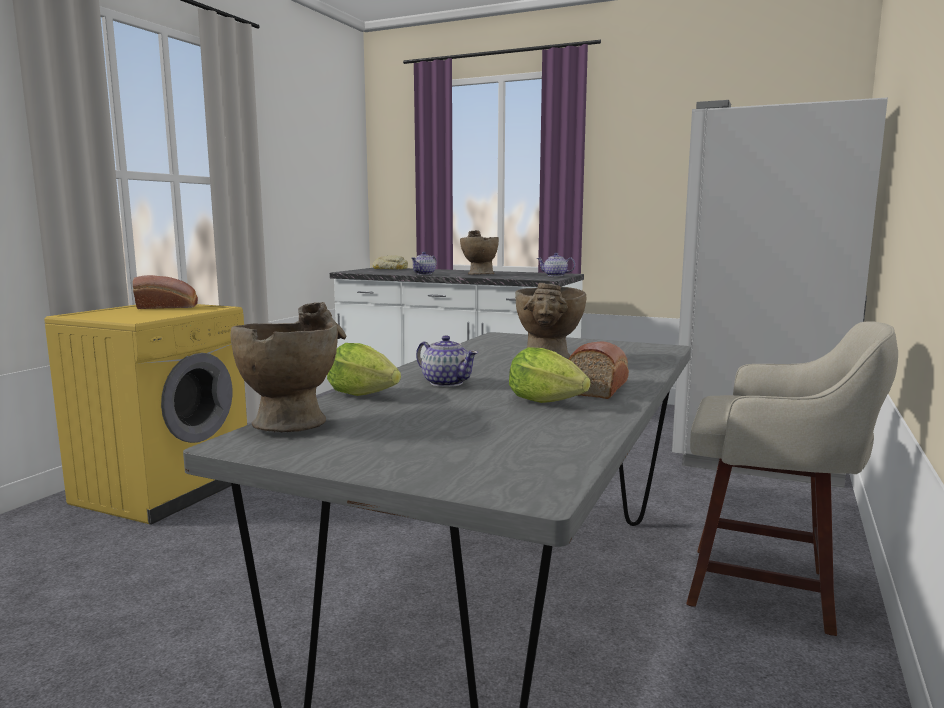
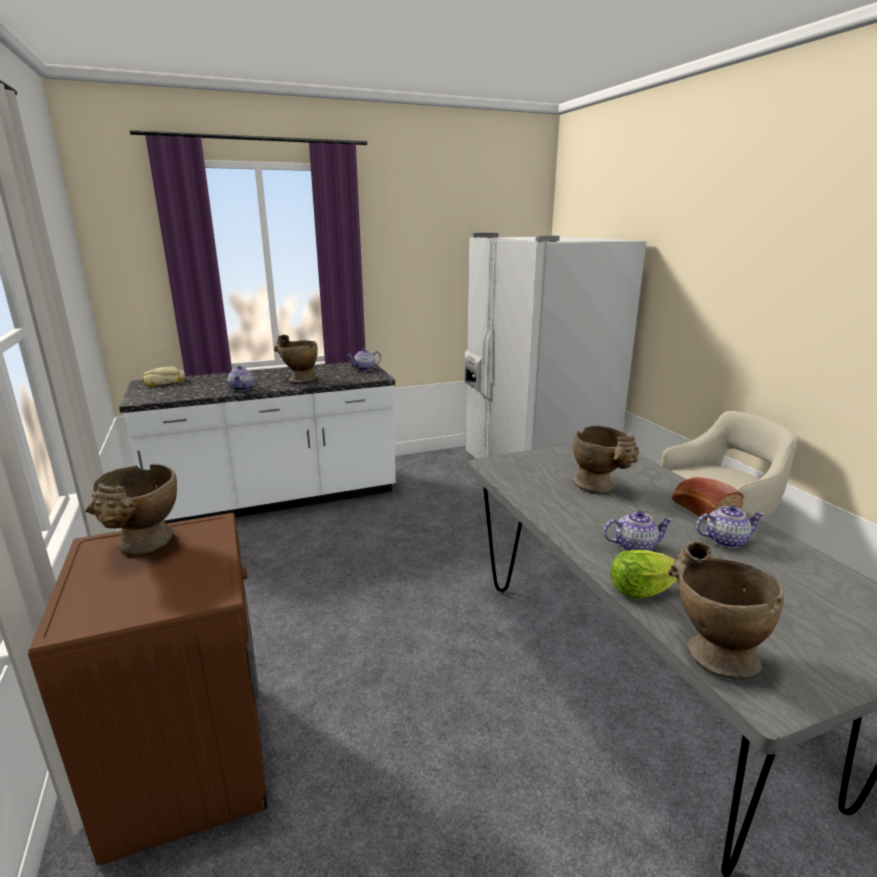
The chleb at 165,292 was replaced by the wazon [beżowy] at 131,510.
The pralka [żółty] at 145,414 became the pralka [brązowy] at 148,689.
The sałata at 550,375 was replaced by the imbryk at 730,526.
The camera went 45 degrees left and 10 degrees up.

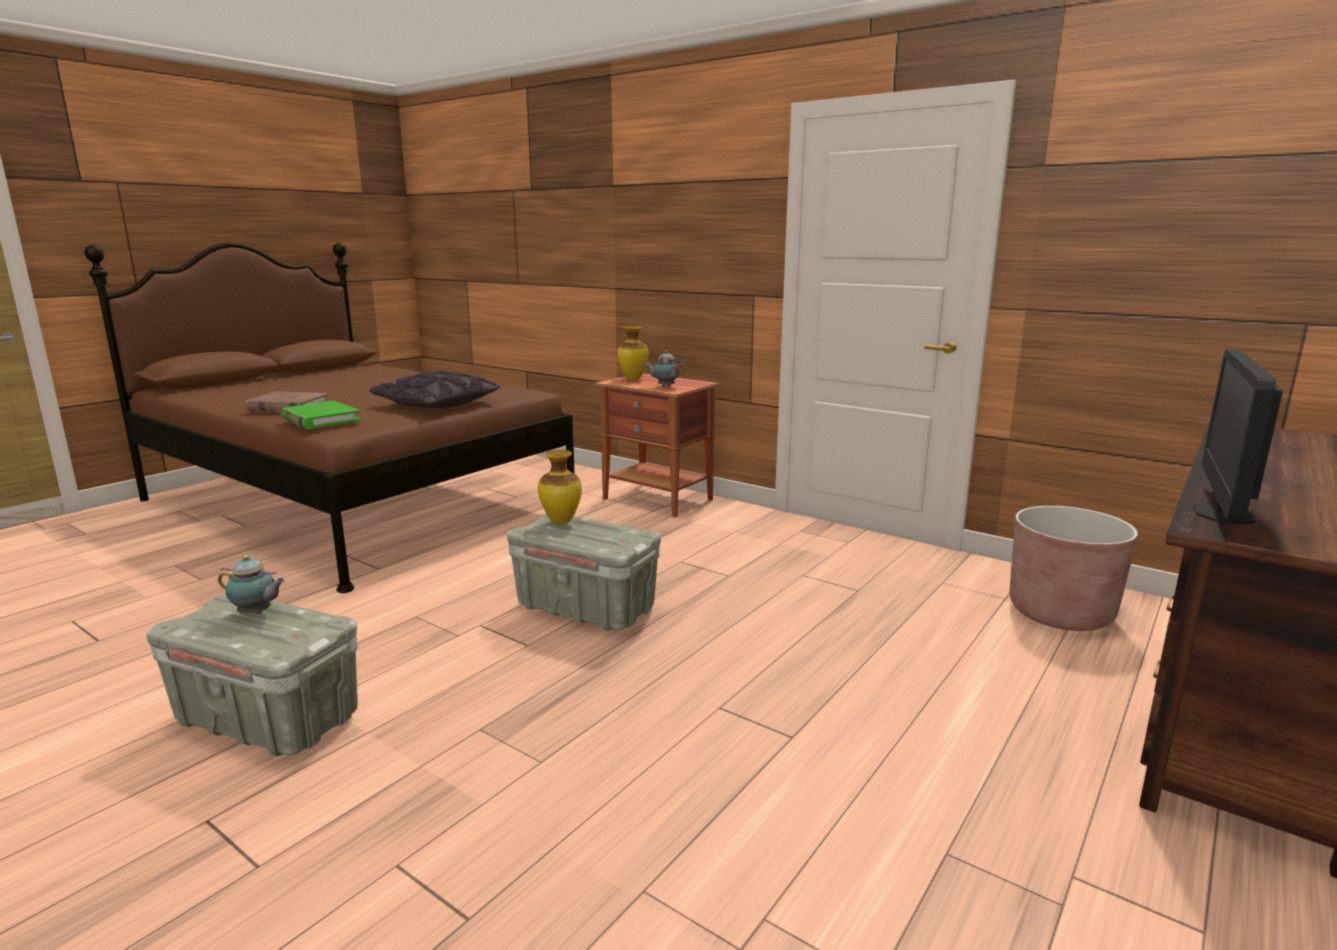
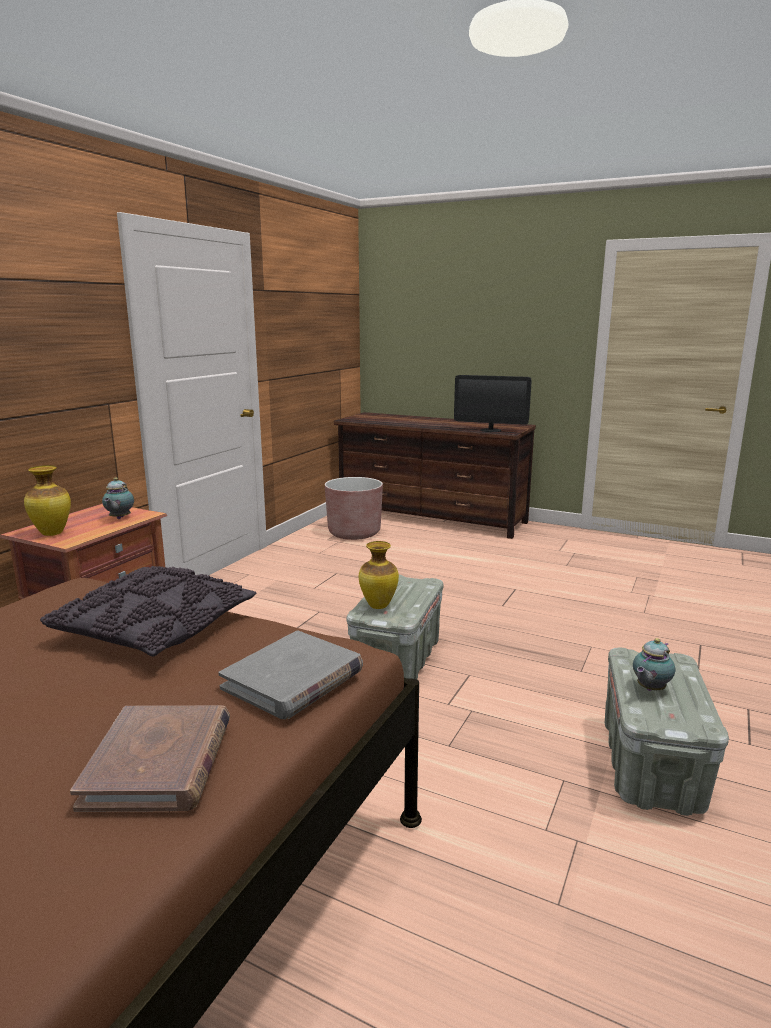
The książka [zielony] at 321,415 became the książka [szary] at 290,674.
The imbryk at 251,584 turned 135 degrees counterclockwise.
The camera went 100 degrees left and 0 degrees up.

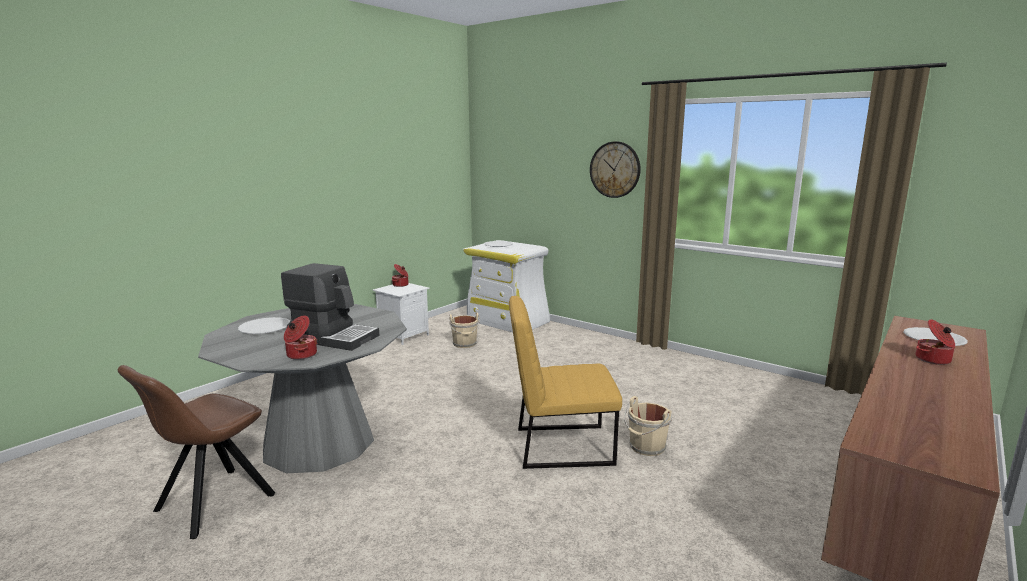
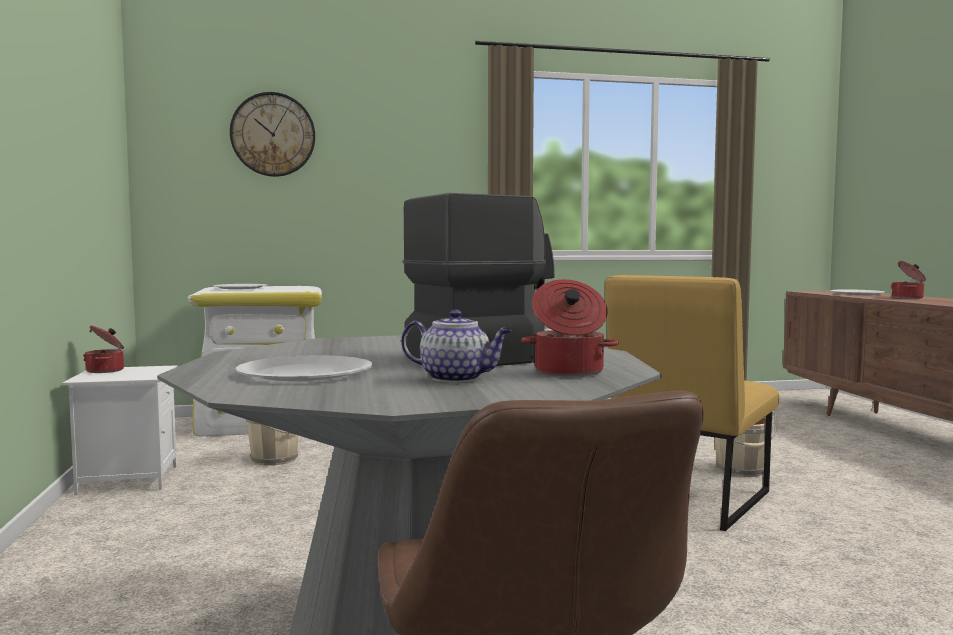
The zegar ścienny moved from 615,169 to 272,134.
The imbryk at 456,346 appeared.
The camera went 50 degrees left and 10 degrees down.

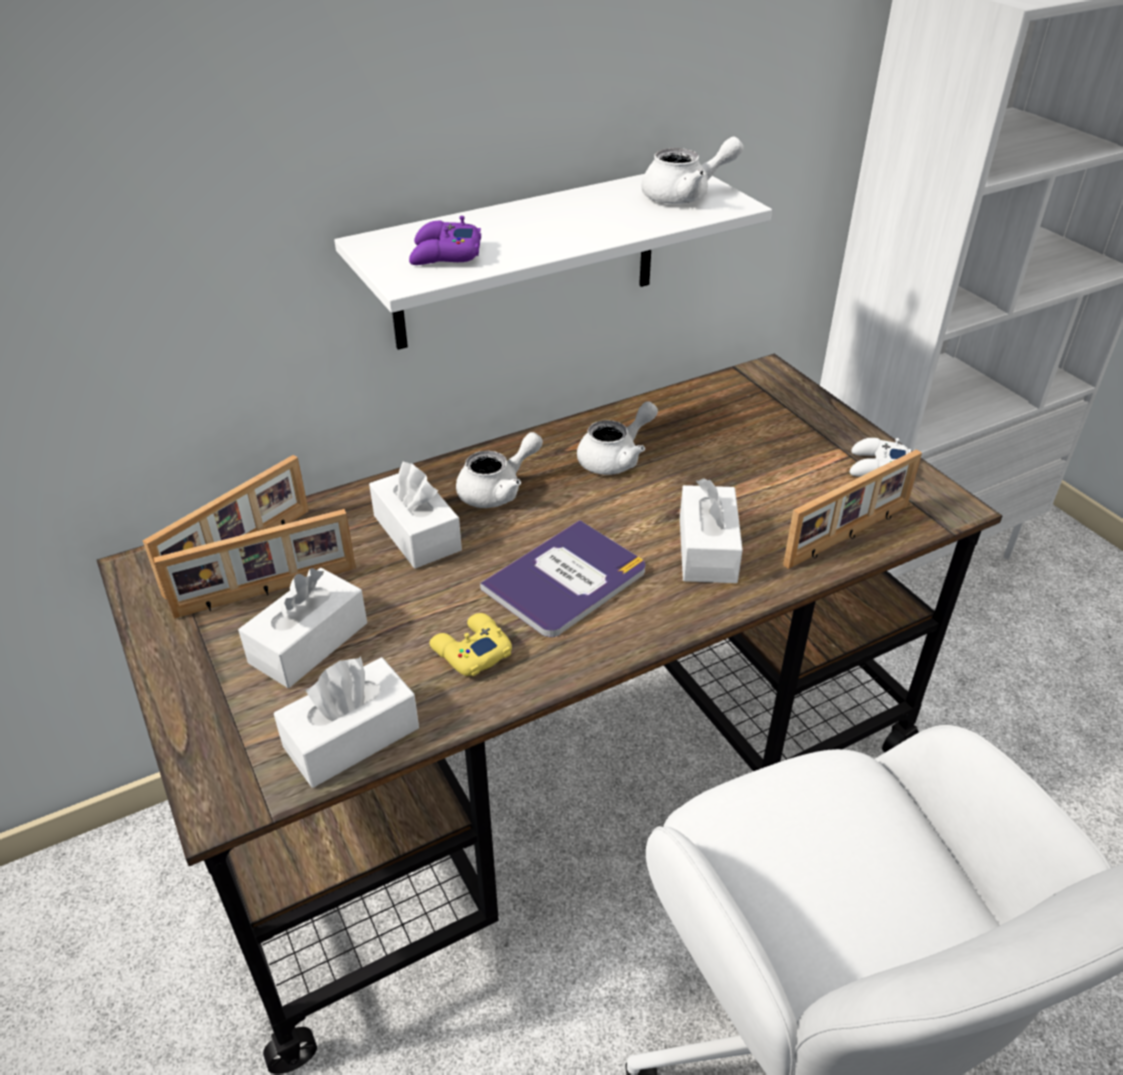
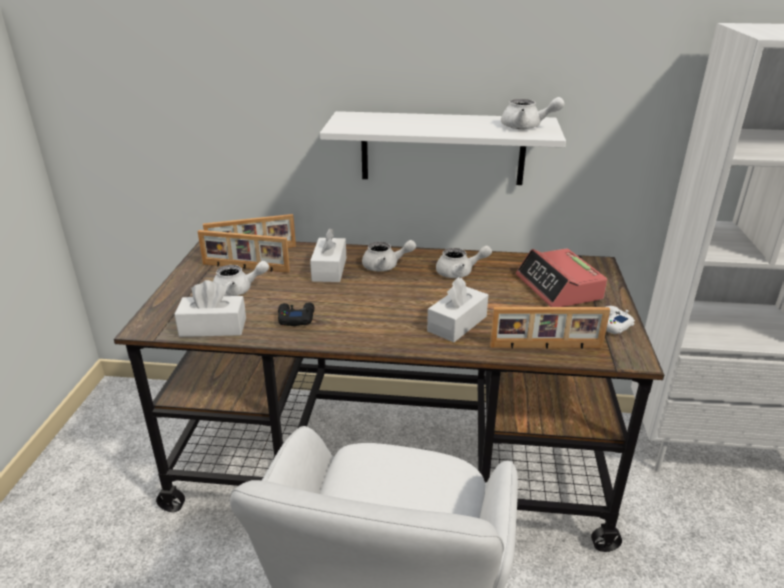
The pad do gier [fioletowy] at 445,240 disappeared.
The książka at 563,578 disappeared.
The pudełko chusteczek [biały] at 302,628 was replaced by the imbryk [biały] at 241,278.
The pad do gier [żółty] at 470,644 became the pad do gier [czarny] at 296,314.
The budzik at 561,277 appeared.
The camera went 35 degrees right and 10 degrees down.

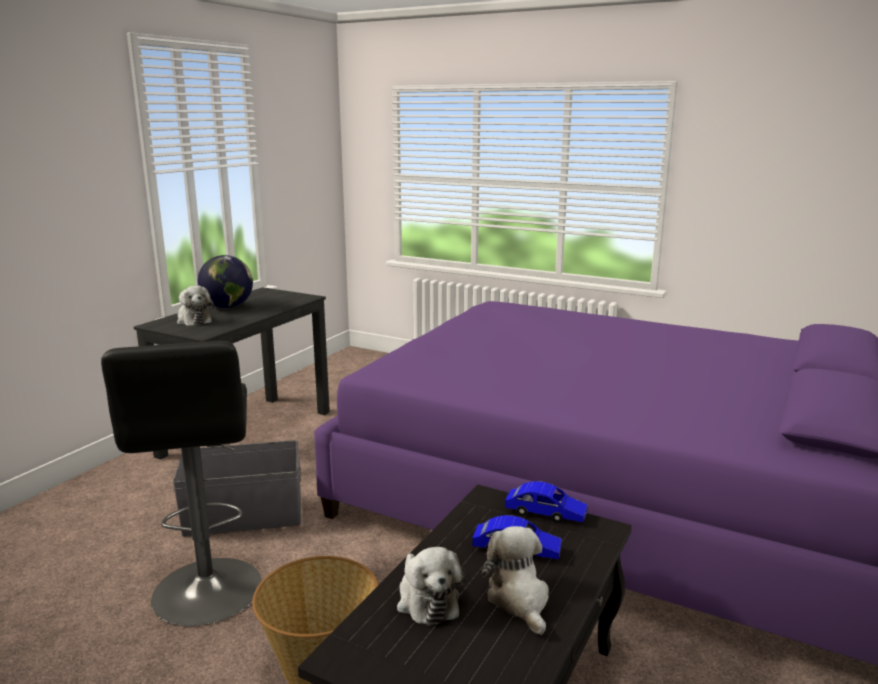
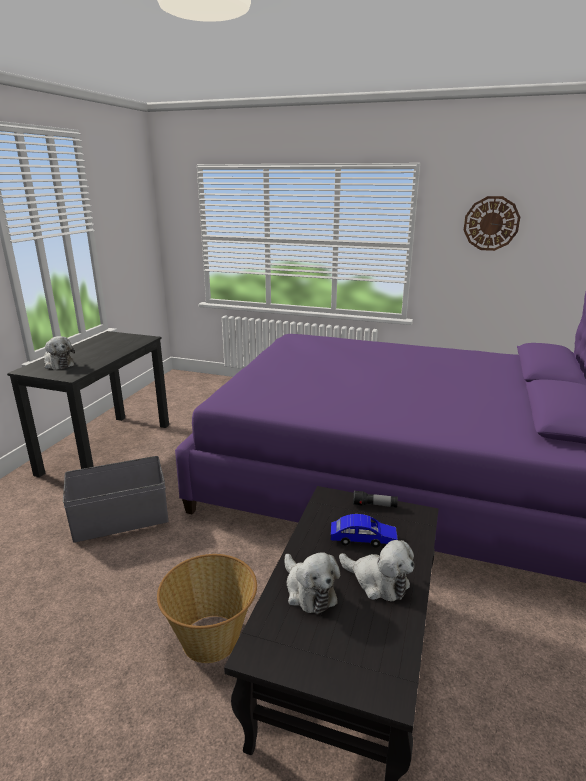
The globus at 225,282 disappeared.
The stołek [czarny] at 181,483 disappeared.
The samochodzik [niebieski] at 546,502 was replaced by the latarka at 375,499.
The pluszak at 515,580 turned 150 degrees clockwise.
The zegar ścienny at 492,223 appeared.
The camera went 10 degrees left and 5 degrees up.

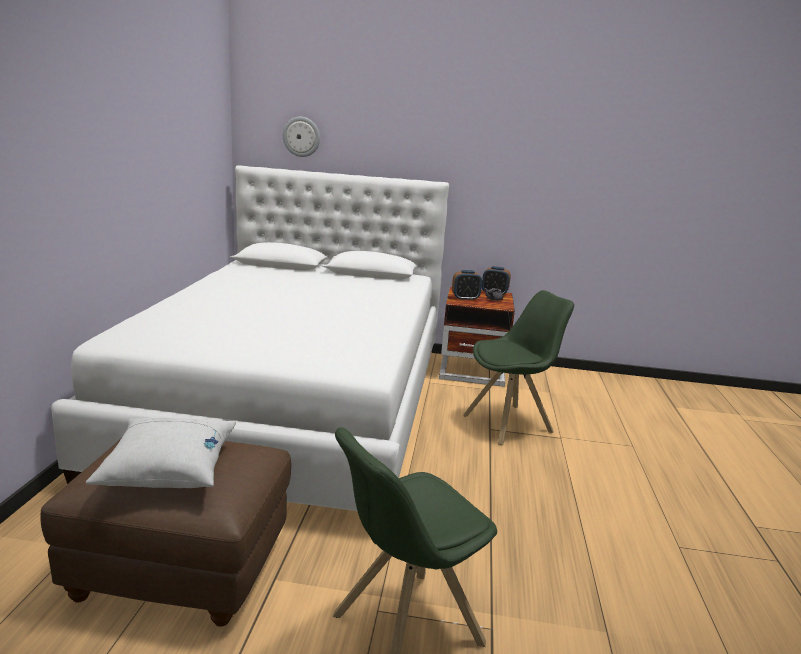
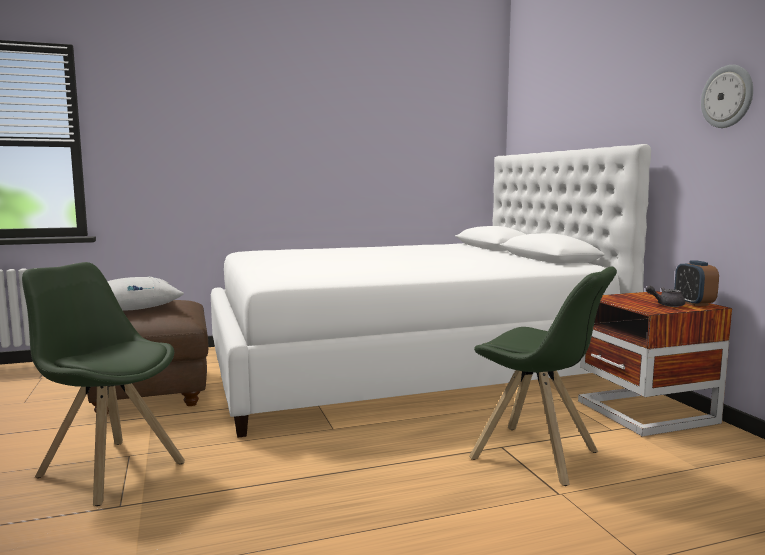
The zegar ścienny moved from 301,137 to 727,96.
The budzik at 467,285 disappeared.
The camera went 65 degrees right and 10 degrees down.

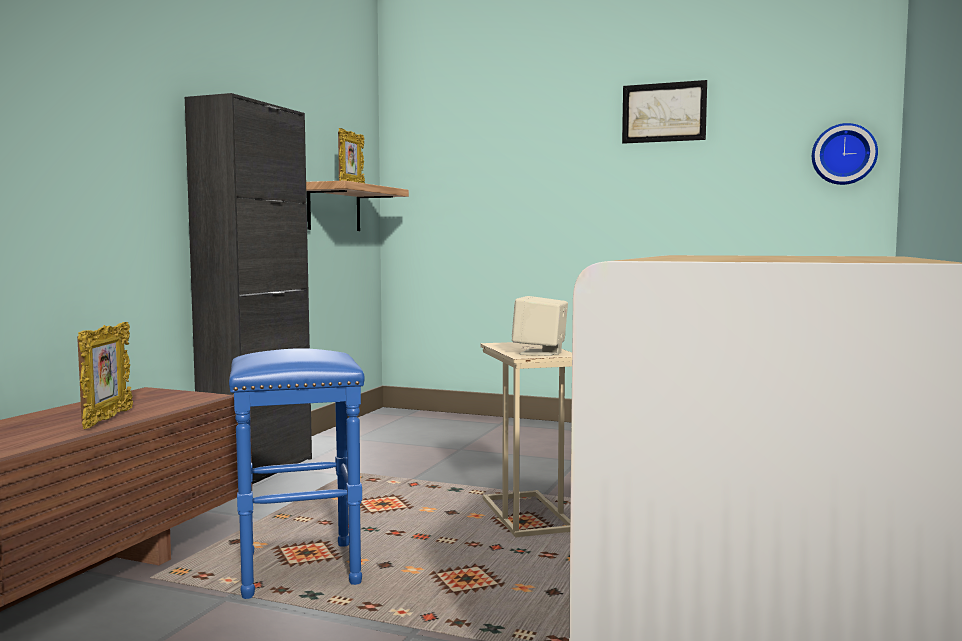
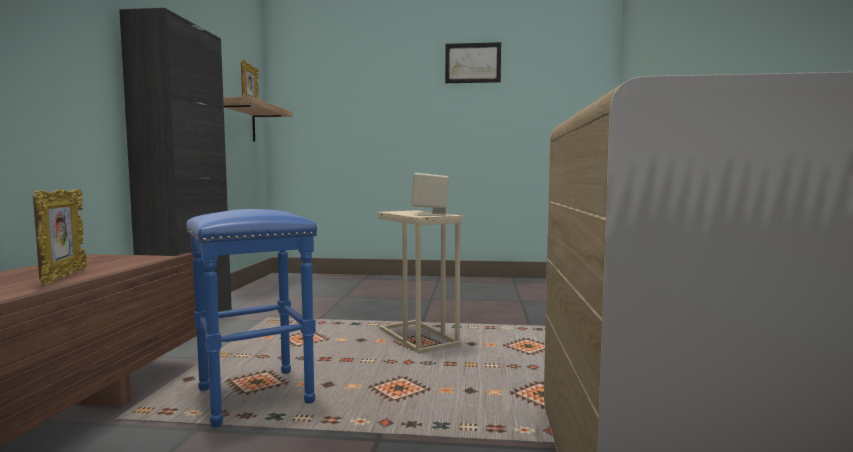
The zegar ścienny at 845,154 disappeared.
The camera went 15 degrees left and 0 degrees up.

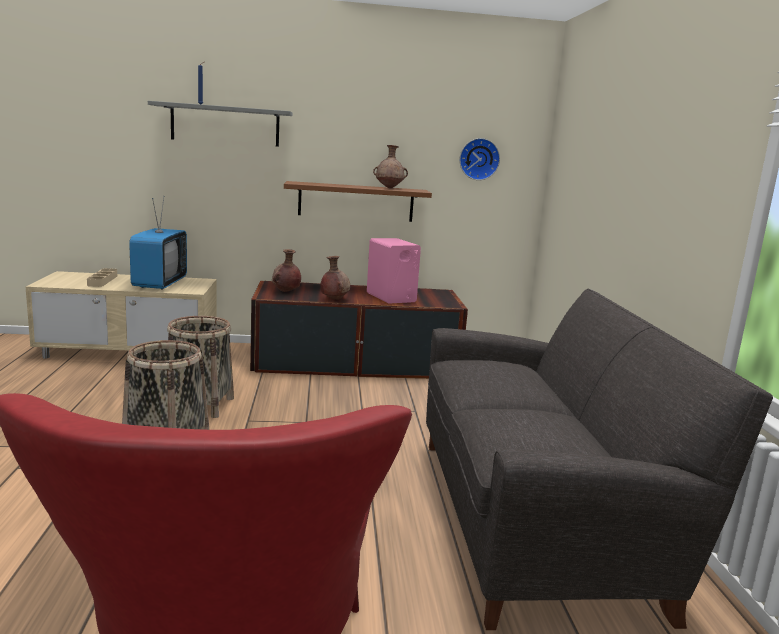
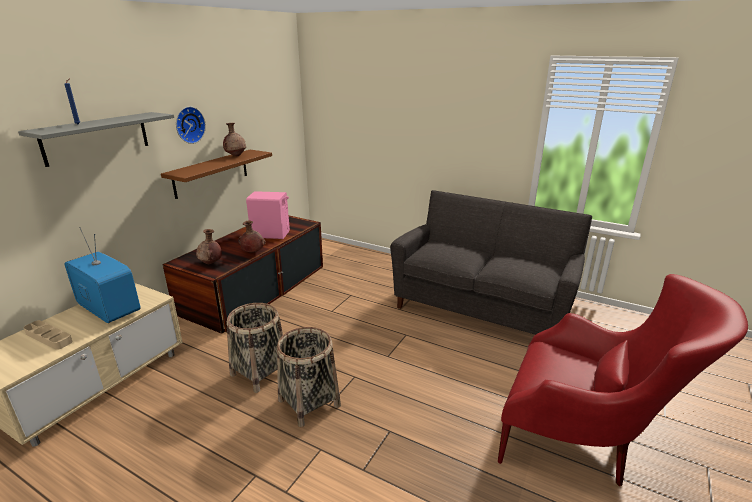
The zegar ścienny moved from 480,159 to 191,125.
The camera went 55 degrees left and 10 degrees up.

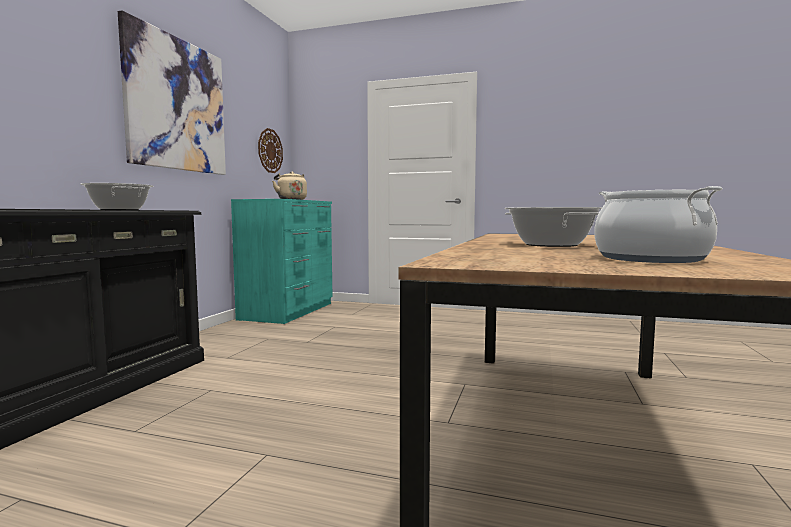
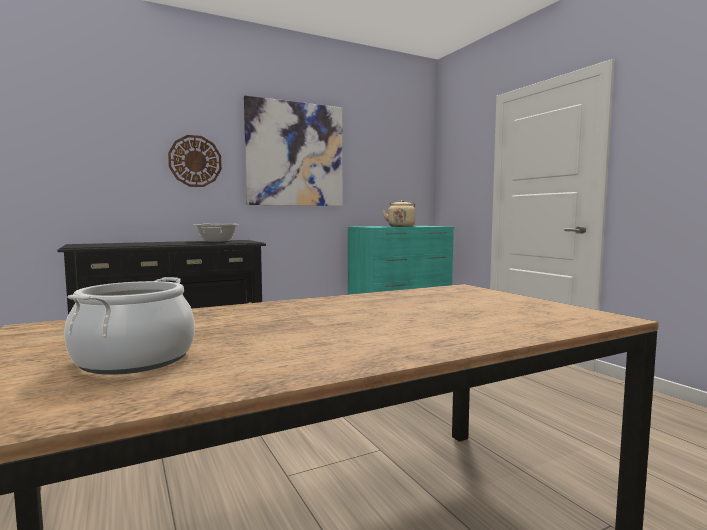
The zegar ścienny moved from 270,150 to 195,161.
The garnek at 553,227 disappeared.
The camera went 45 degrees right and 0 degrees up.

